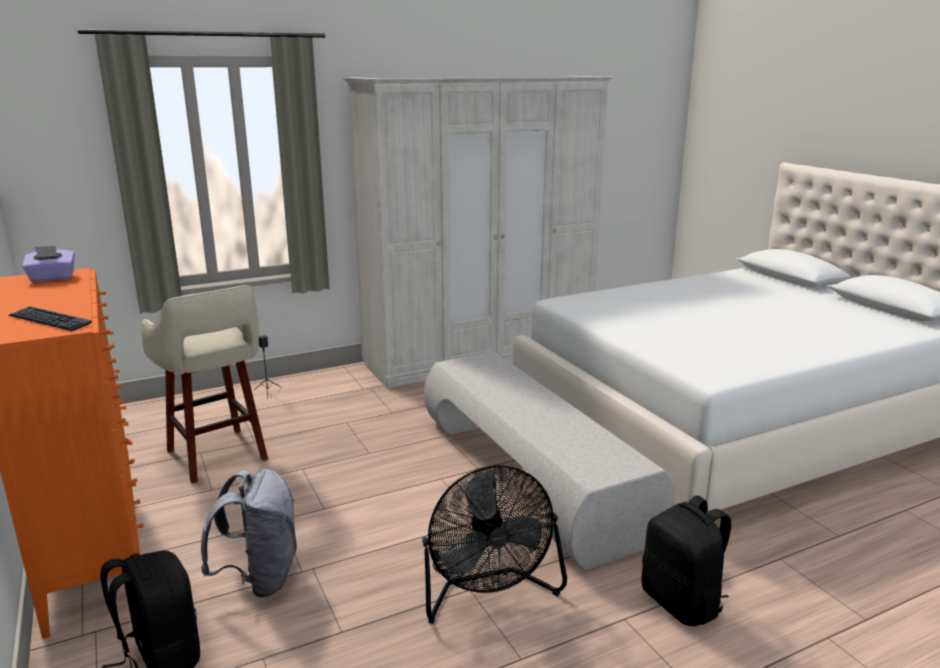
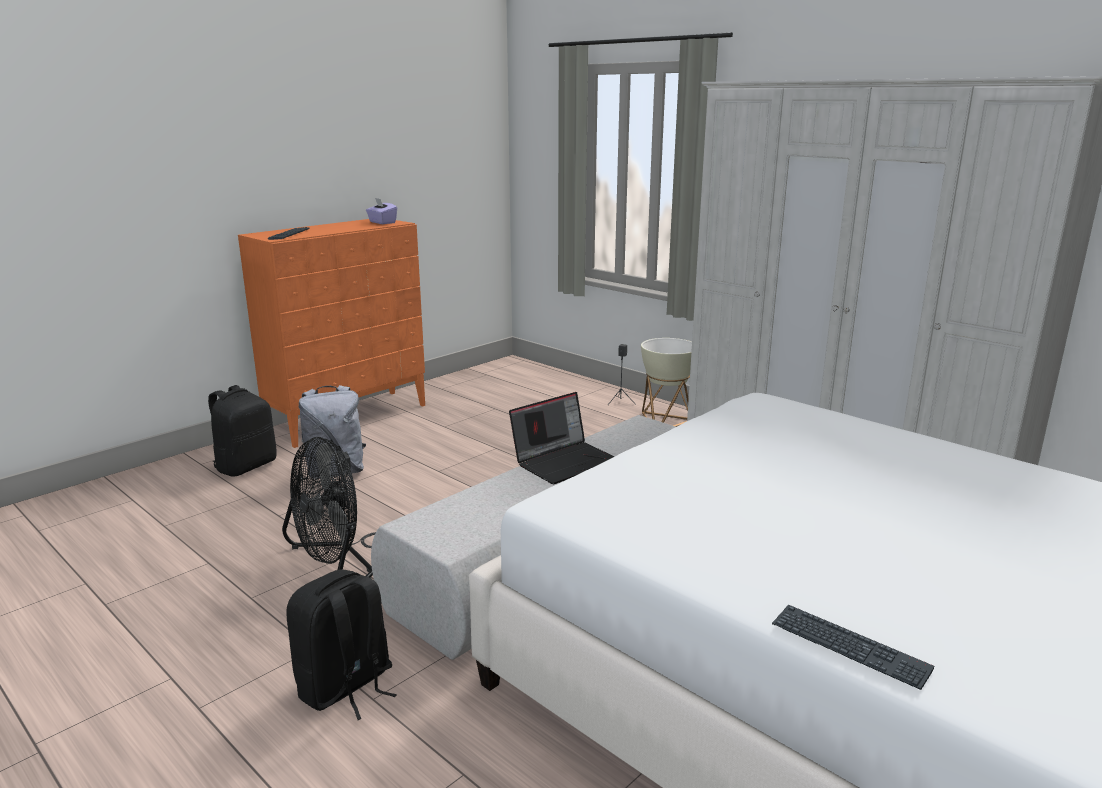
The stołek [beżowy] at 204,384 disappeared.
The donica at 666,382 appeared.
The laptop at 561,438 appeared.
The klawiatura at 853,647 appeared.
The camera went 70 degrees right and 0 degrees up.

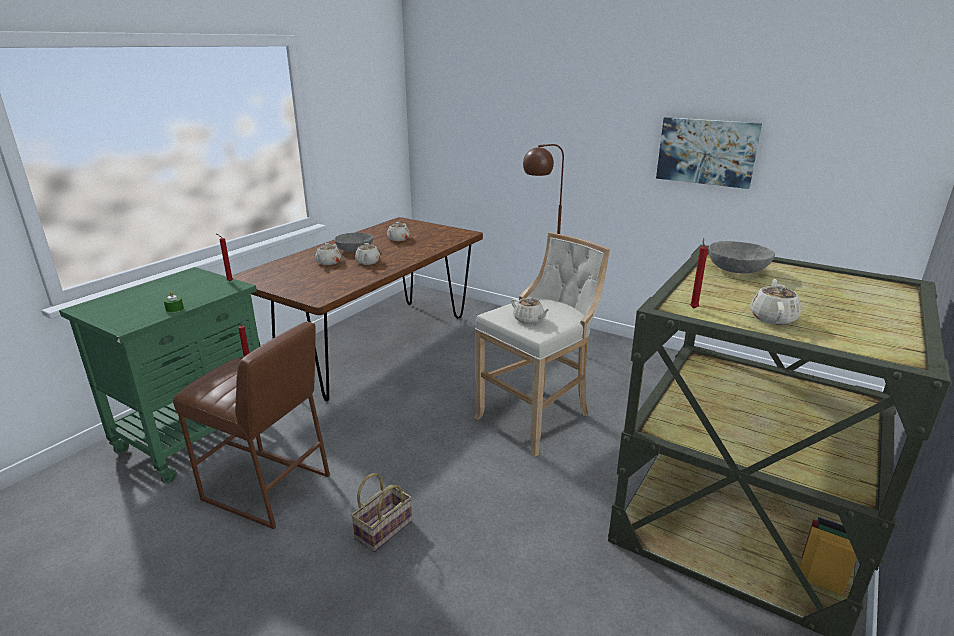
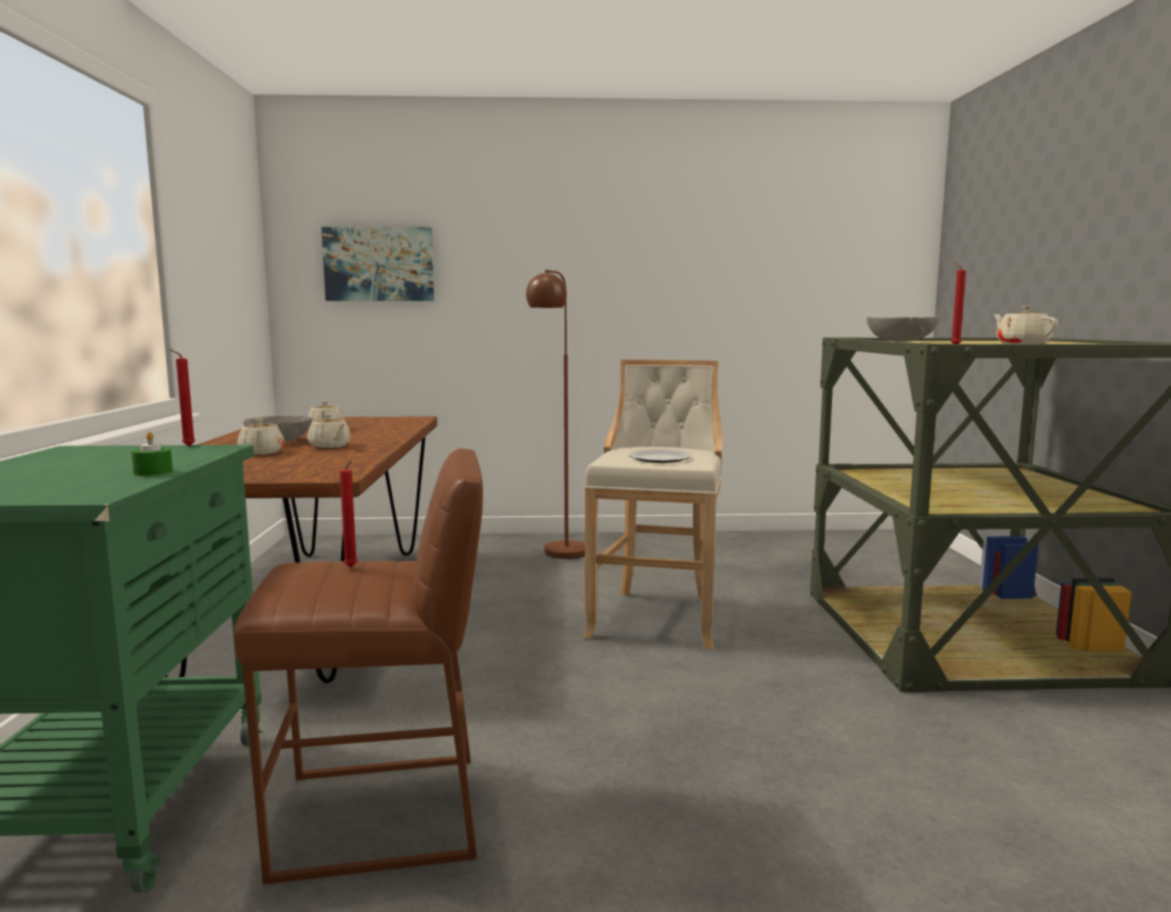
The obraz moved from 709,153 to 378,264.
The imbryk [beżowy] at 530,310 was replaced by the talerz at 659,456.
The koszyk at 381,512 disappeared.
The camera went 35 degrees left and 15 degrees down.

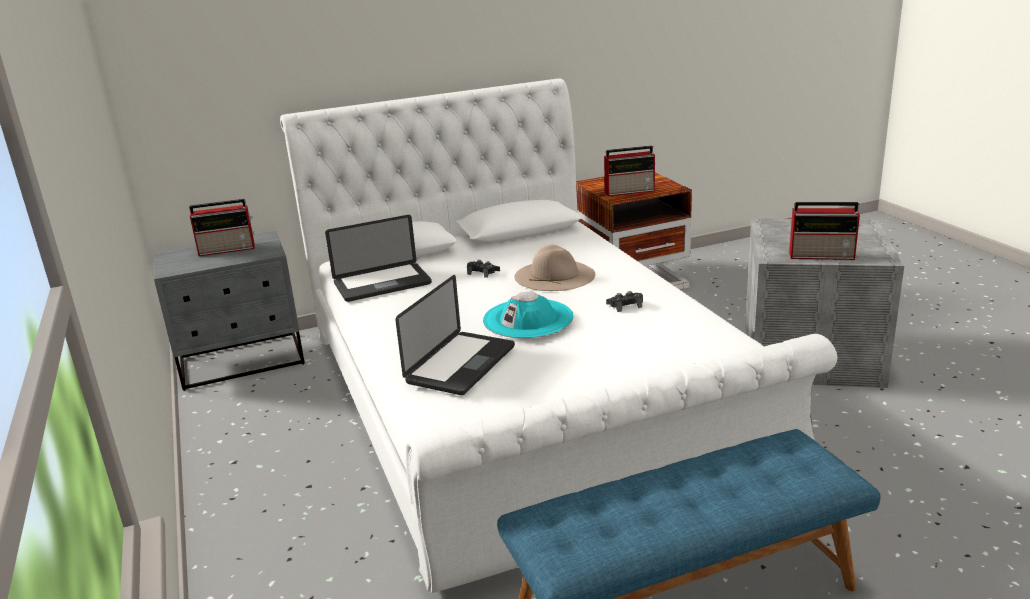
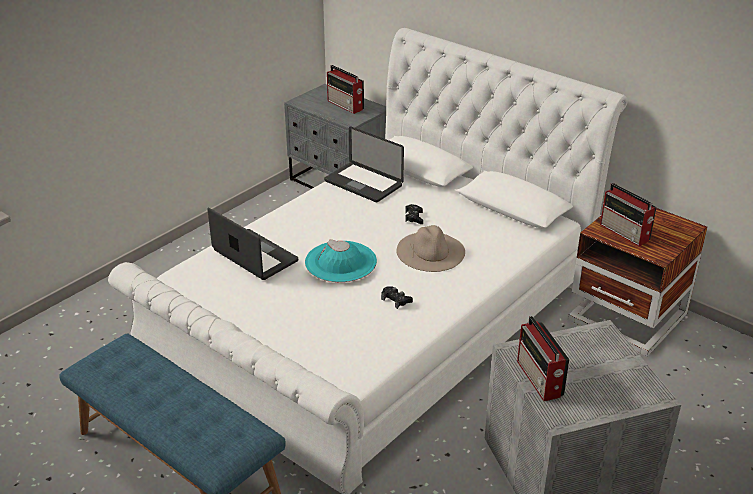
The laptop at 455,335 turned 135 degrees counterclockwise.
The camera went 60 degrees right and 10 degrees up.

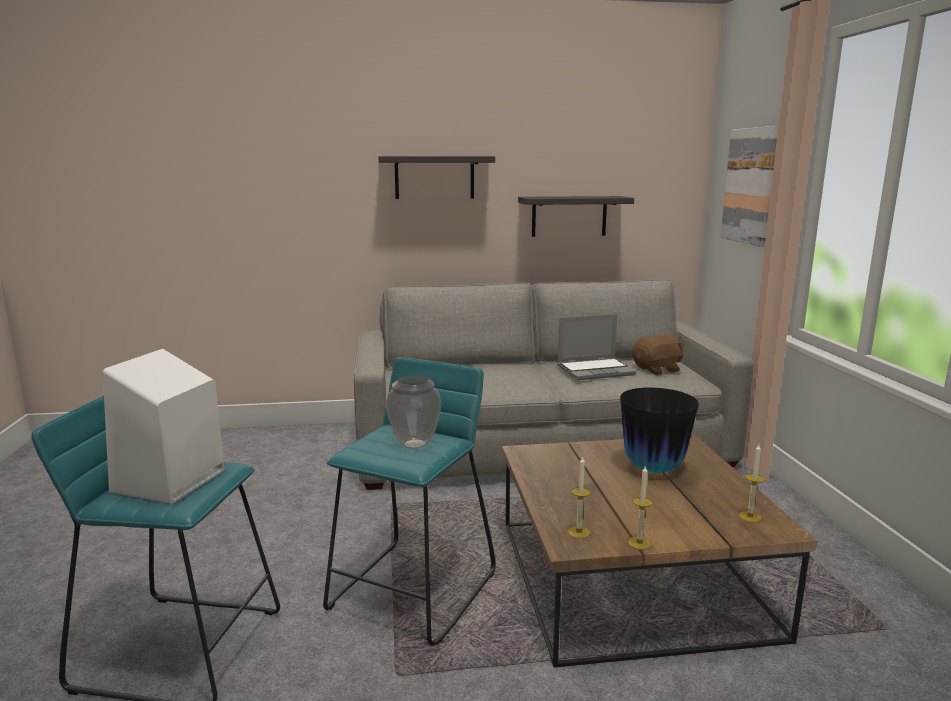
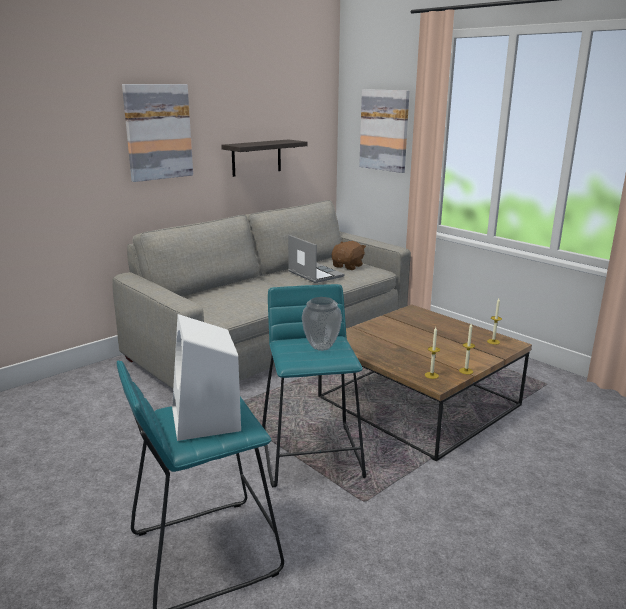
The półka at 437,177 was replaced by the obraz at 157,133.
The laptop at 597,347 turned 75 degrees counterclockwise.
The wazon at 659,430 disappeared.
The camera went 35 degrees left and 5 degrees up.

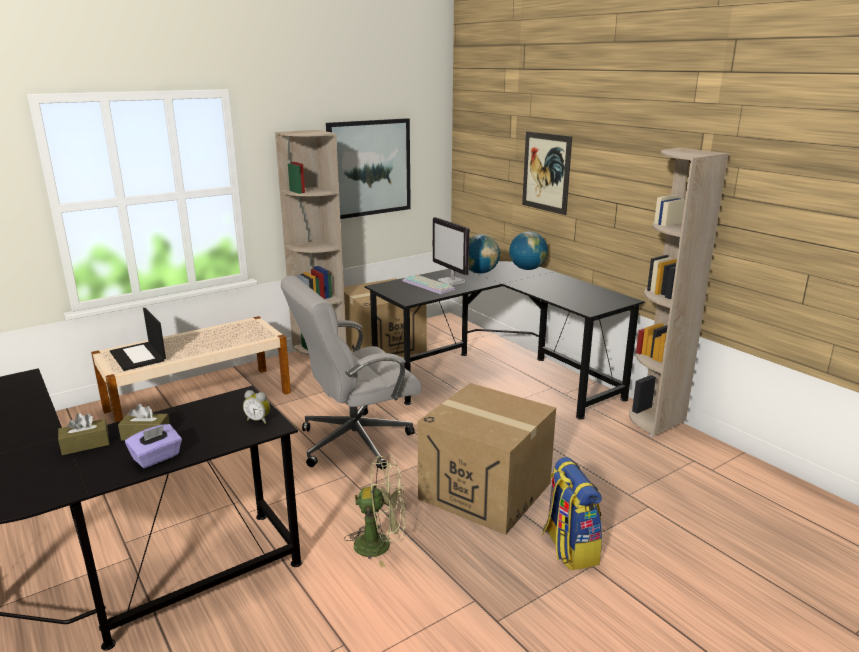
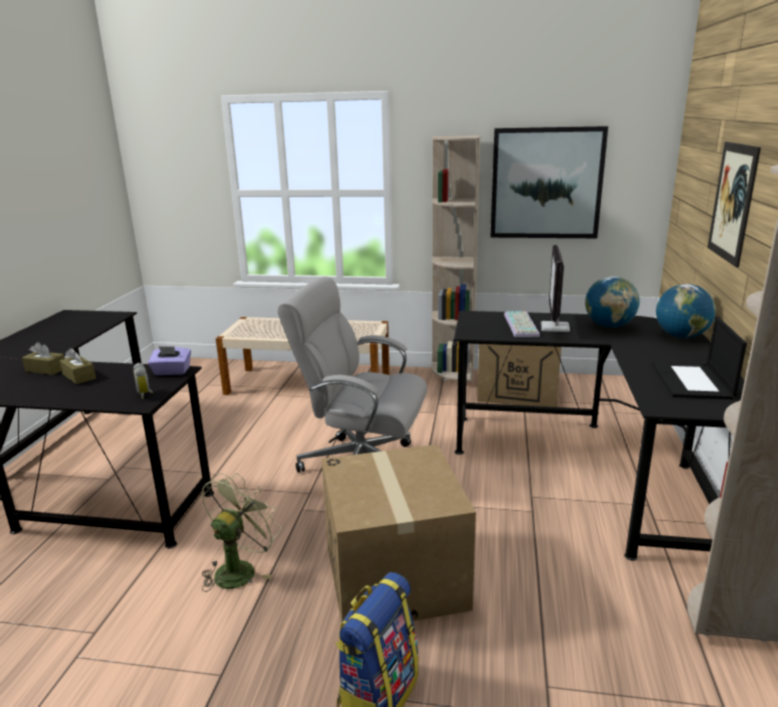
The laptop moved from 138,339 to 700,357.
The pudełko chusteczek [fioletowy] moved from 153,446 to 169,360.
The wentylator [zielony] at 375,511 turned 105 degrees counterclockwise.
The camera went 45 degrees right and 0 degrees up.

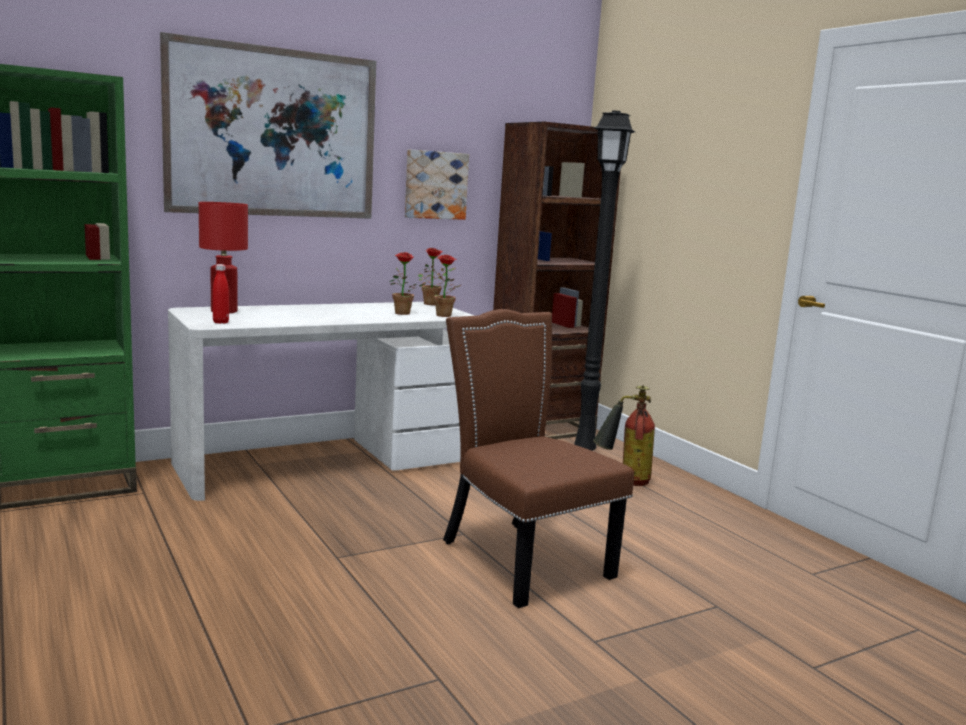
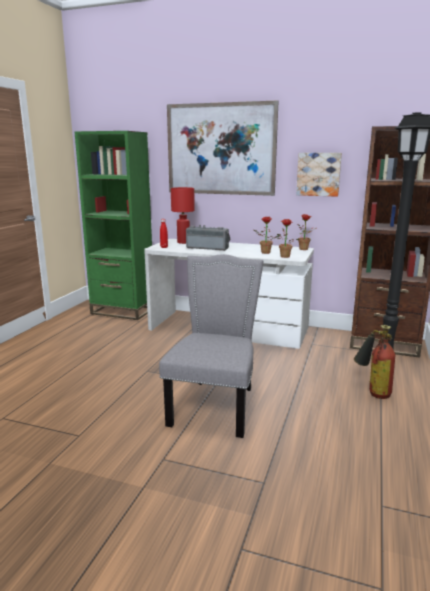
The krzesło [brązowy] at 538,458 became the krzesło [szary] at 211,346.
The radio at 208,238 appeared.
The camera went 50 degrees right and 5 degrees up.

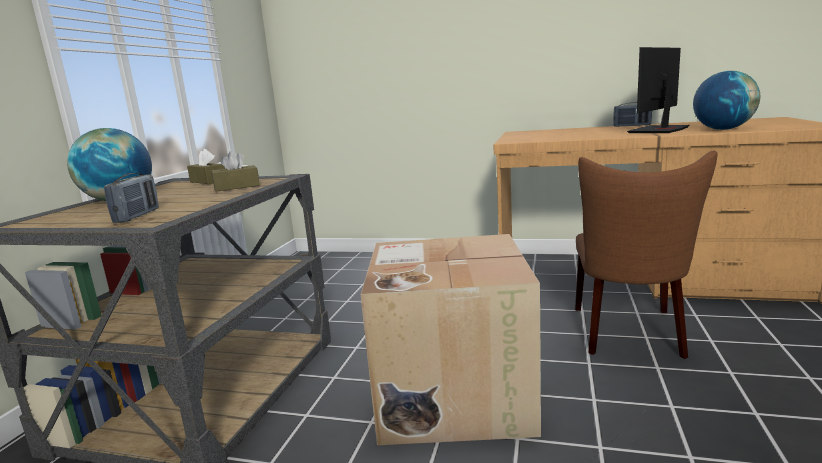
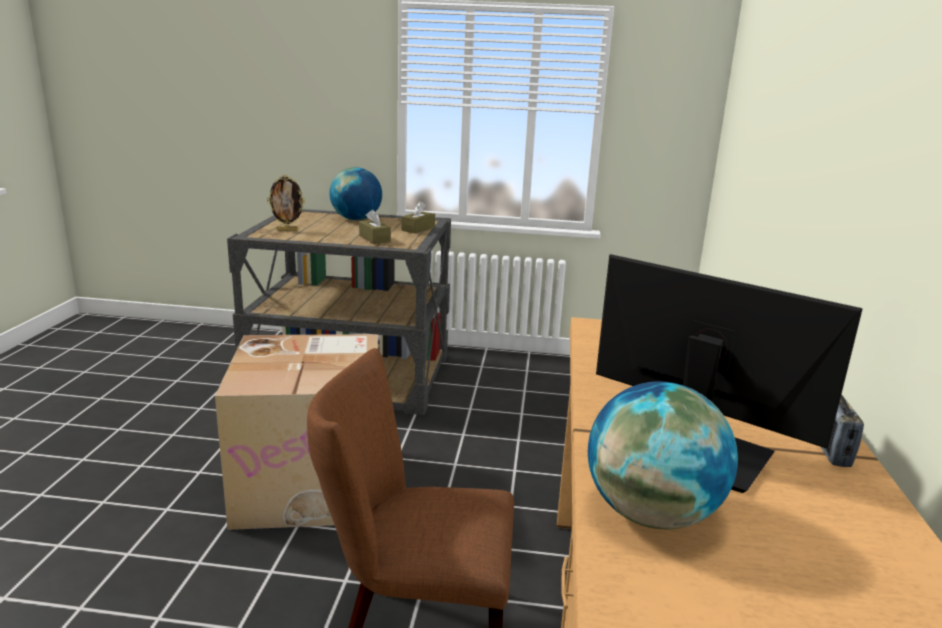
The radio at 131,198 was replaced by the ramka na zdjęcie at 286,203.
The camera went 80 degrees right and 5 degrees up.

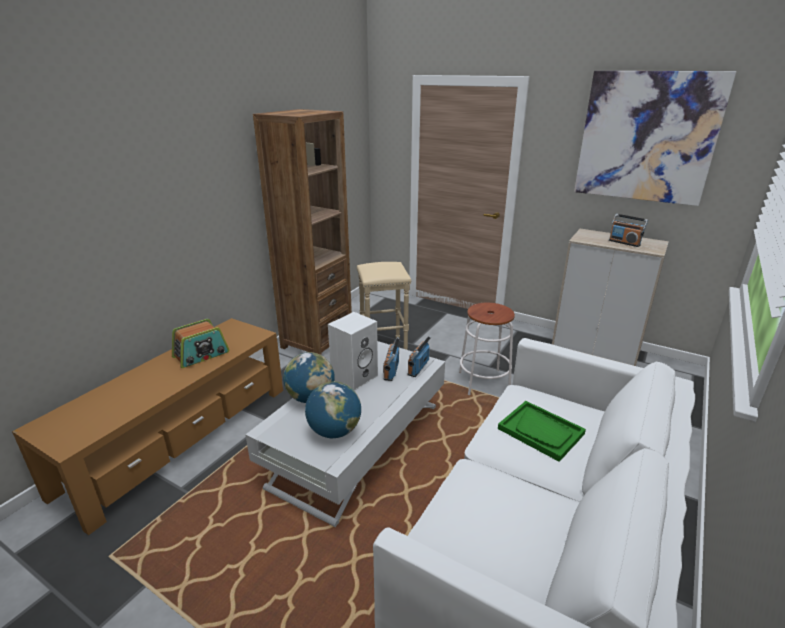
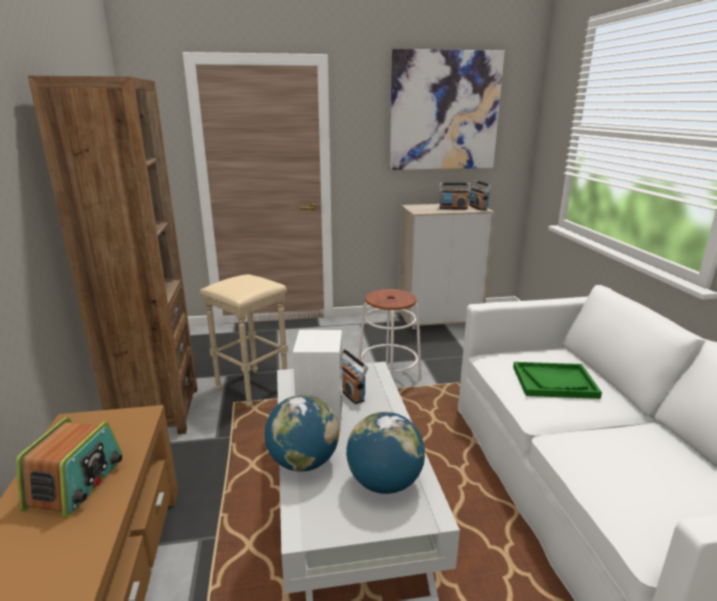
The radio moved from 419,356 to 480,195.
The camera went 40 degrees left and 5 degrees down.

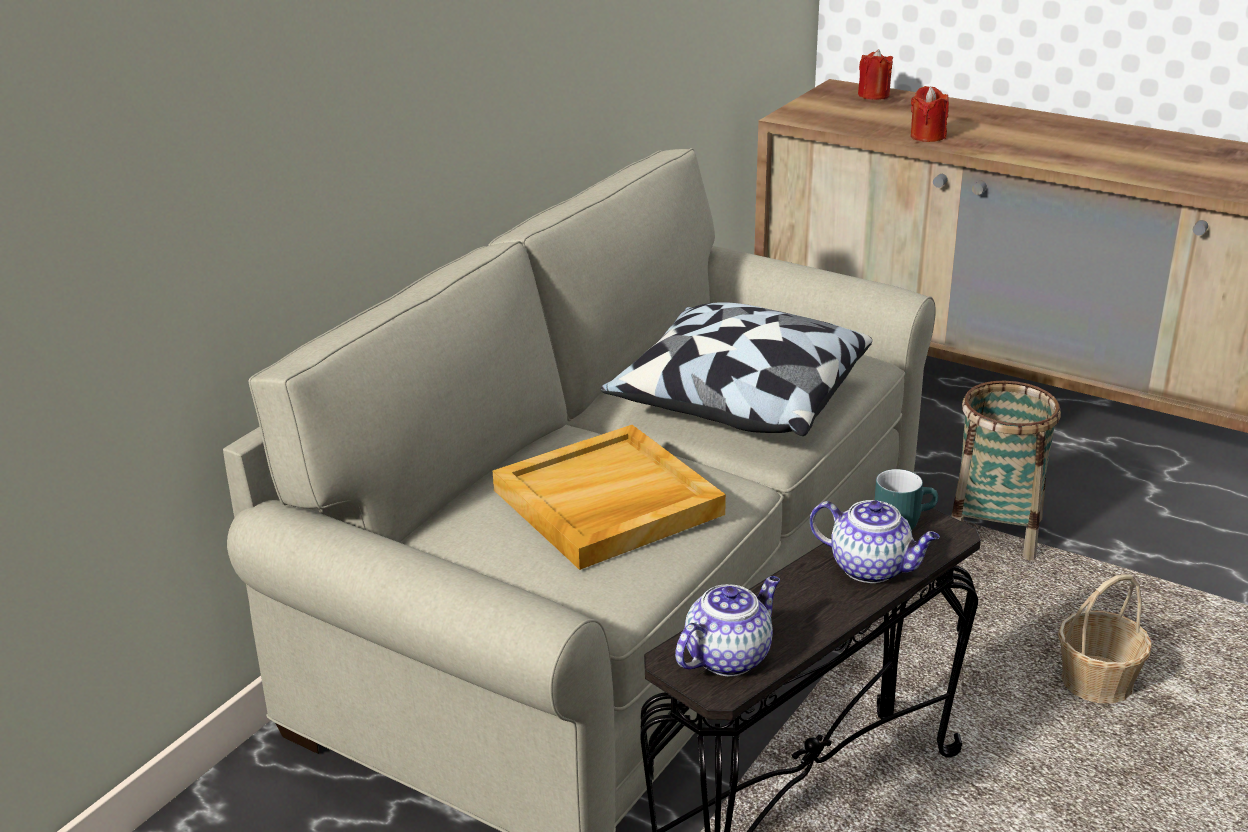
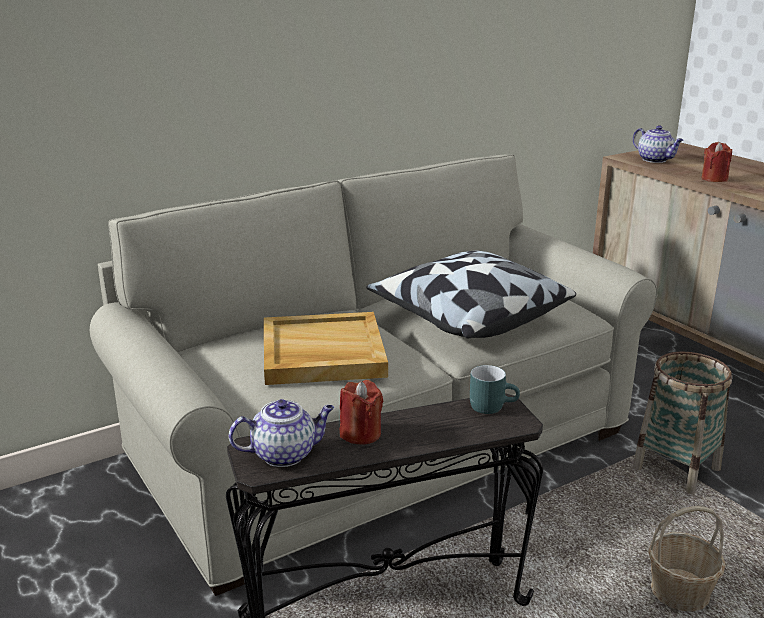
The świeca [czerwony] moved from 875,74 to 362,412.
The imbryk moved from 875,541 to 658,144.
The camera went 25 degrees right and 5 degrees down.

